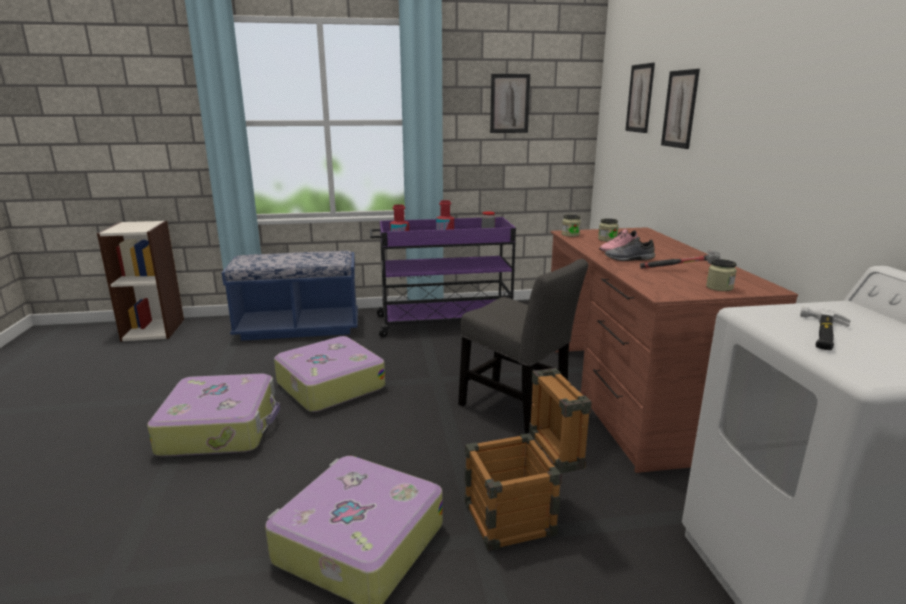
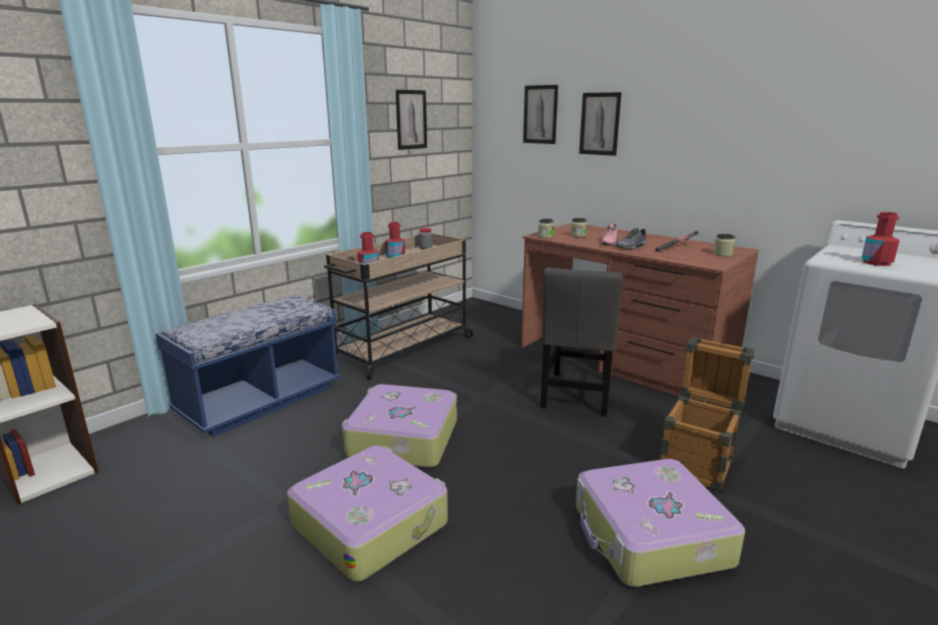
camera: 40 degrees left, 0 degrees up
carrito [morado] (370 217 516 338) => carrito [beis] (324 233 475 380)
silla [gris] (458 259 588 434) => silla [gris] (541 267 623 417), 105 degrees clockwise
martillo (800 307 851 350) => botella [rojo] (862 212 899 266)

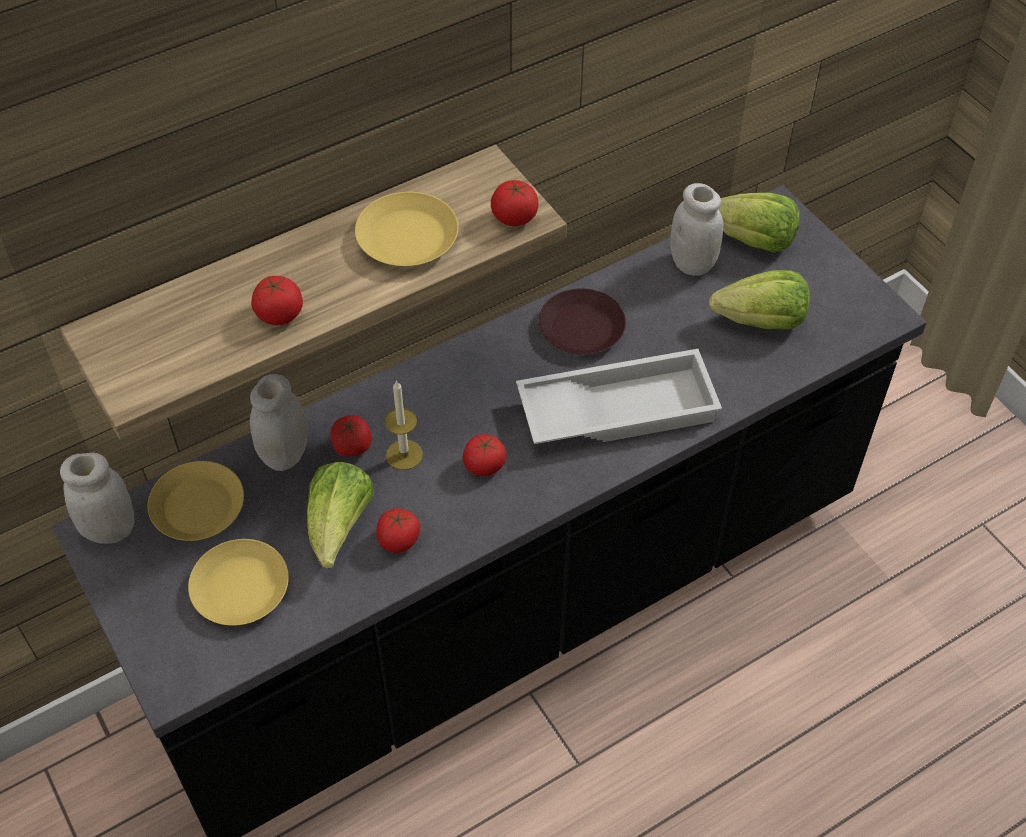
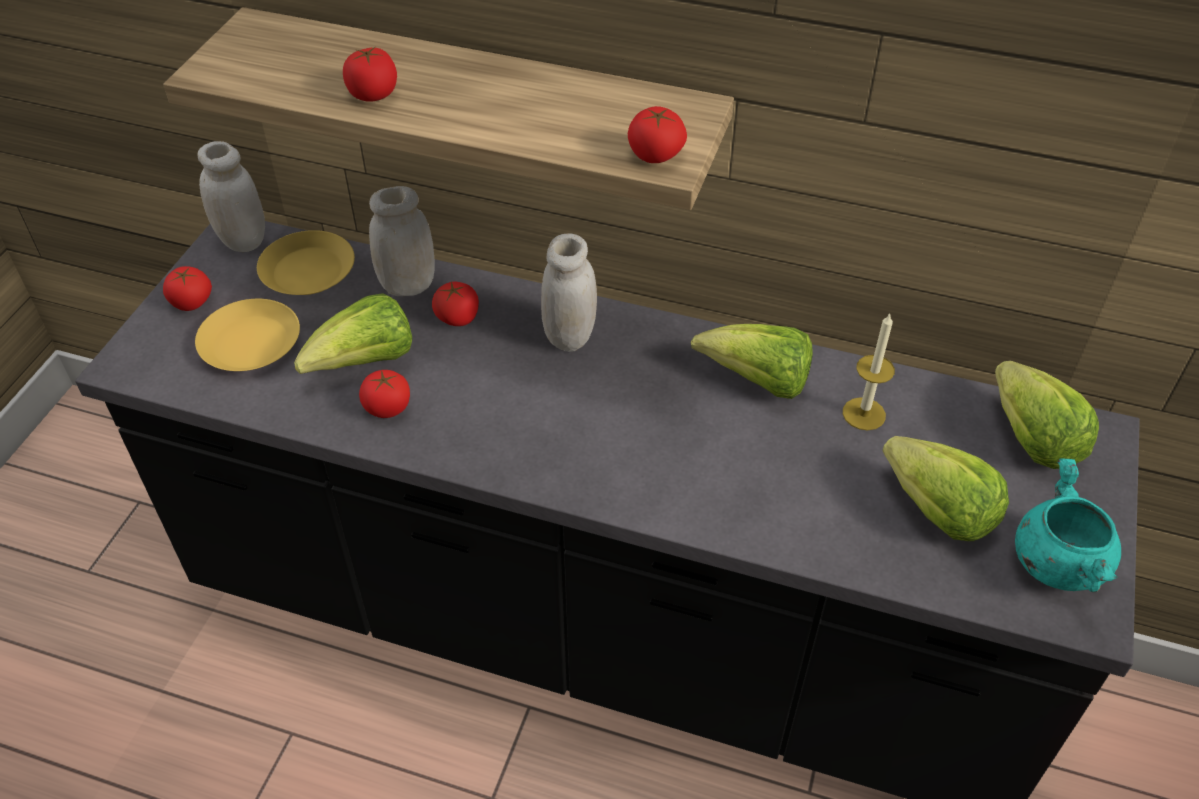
camera: 50 degrees right, 5 degrees down
tarro [blanco] (670 183 723 276) => tarro [blanco] (541 233 597 352), moved
plato [amarillo] (355 192 459 266) => nothing
plato [marrón] (539 288 626 354) => lechuga (691 324 813 399)
bandeja [blanco] (516 349 722 444) => nothing
vela (385 380 423 470) => vela (843 313 895 430), moved
tomate (463 434 506 476) => tomate (163 266 212 311), moved
nothing => olla [turquesa] (1015 459 1121 592)

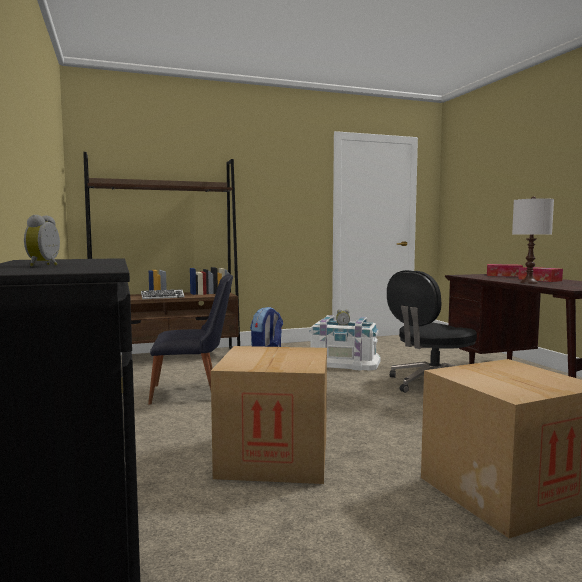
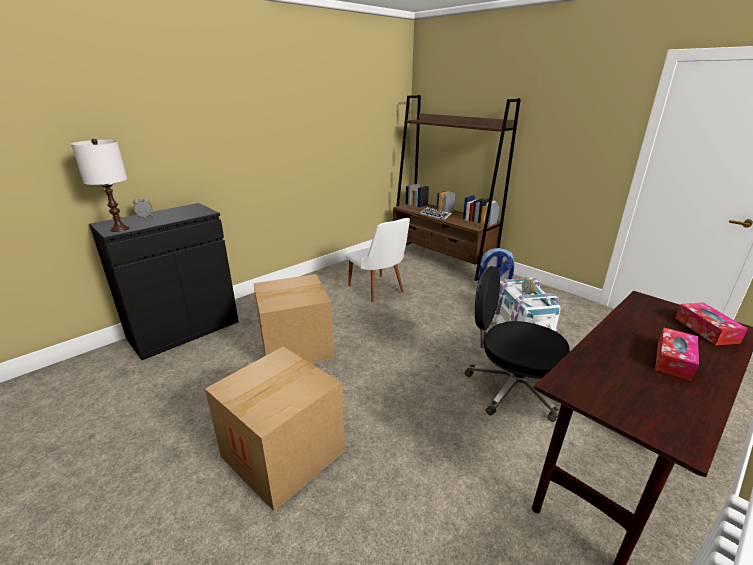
camera: 65 degrees right, 20 degrees up
lámpara de mesa [blanco] (512 196 554 284) => lámpara de mesa [blanco] (71 139 129 232), moved
silla [negro] (148 274 233 405) => silla [blanco] (345 218 410 302)

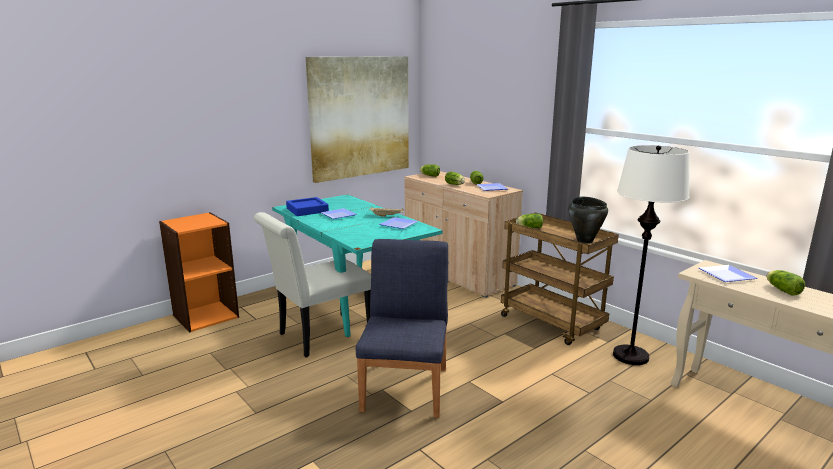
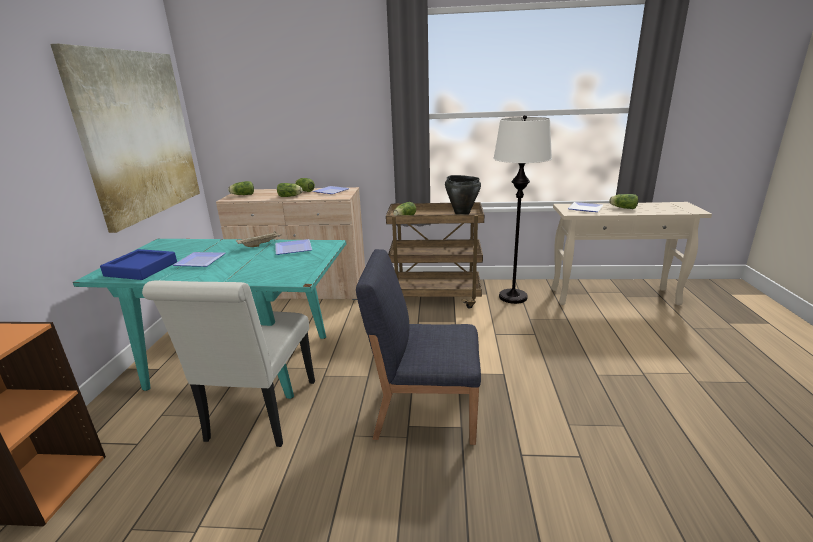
camera: 45 degrees left, 5 degrees up
silla [azul] (356 239 448 418) => silla [azul] (356 249 481 445), 45 degrees counterclockwise

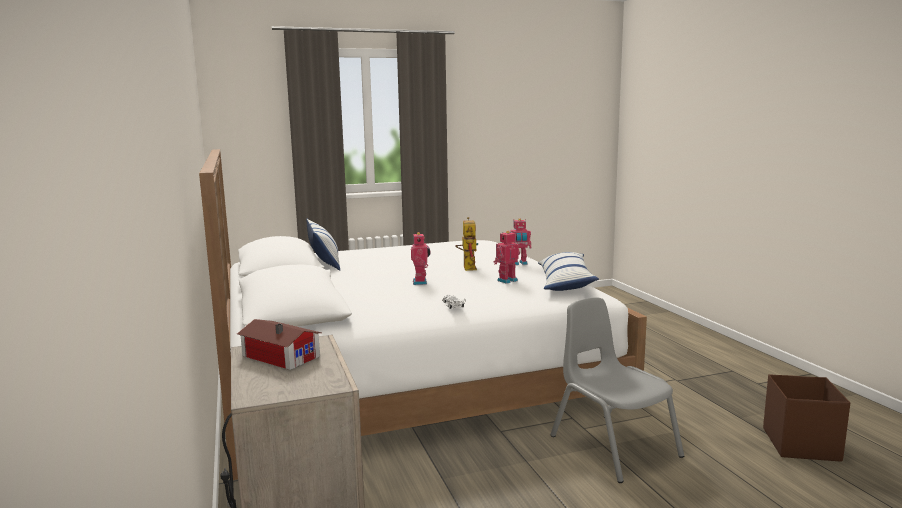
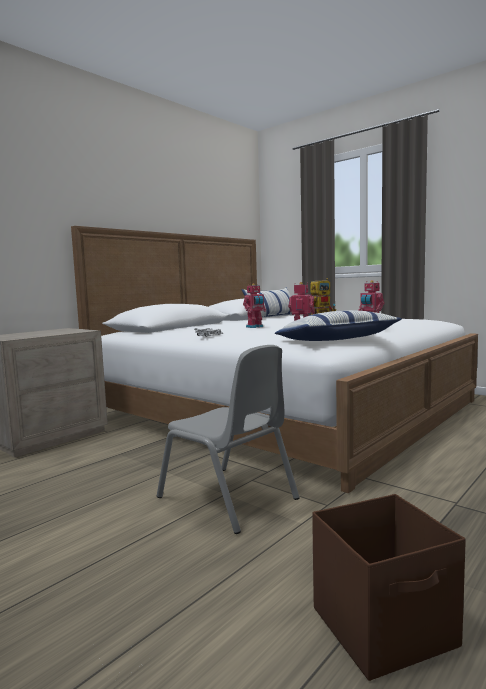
camera: 60 degrees right, 5 degrees down
silla [gris] (550 297 684 483) => silla [gris] (157 345 300 534), 105 degrees clockwise
casita (237 319 321 370) => nothing

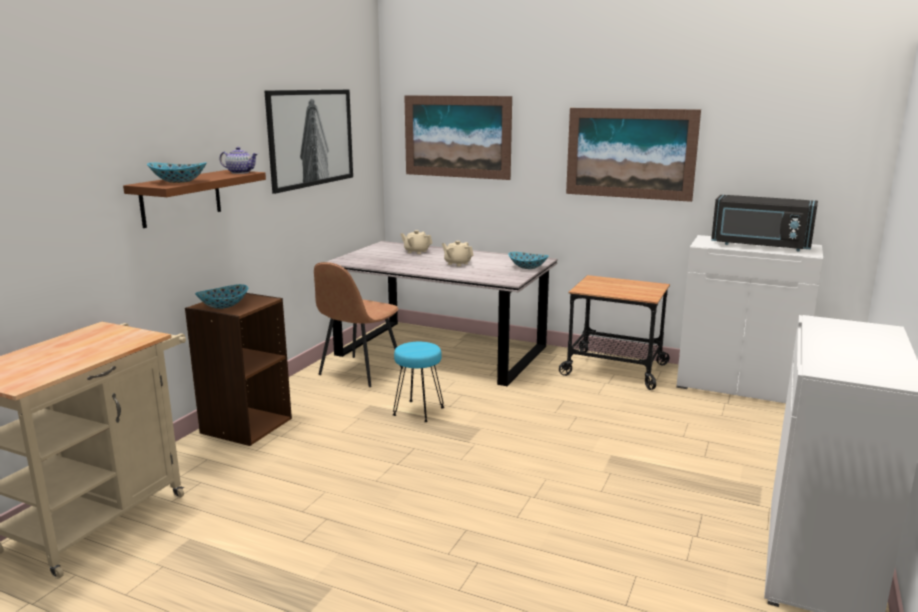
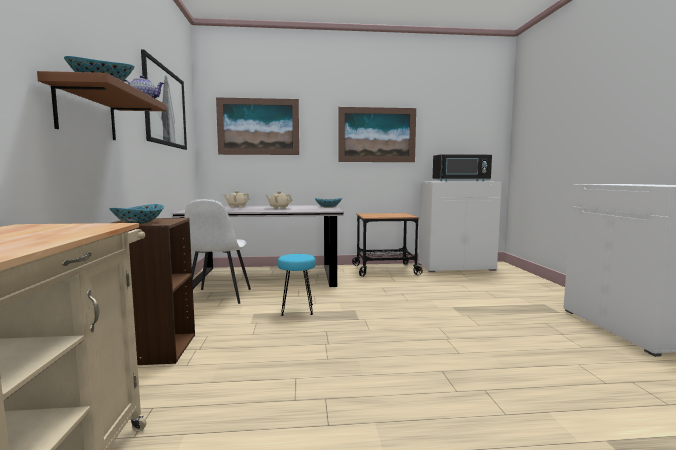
camera: 30 degrees left, 10 degrees down
silla [marrón] (314 262 403 387) => silla [blanco] (184 199 251 304)

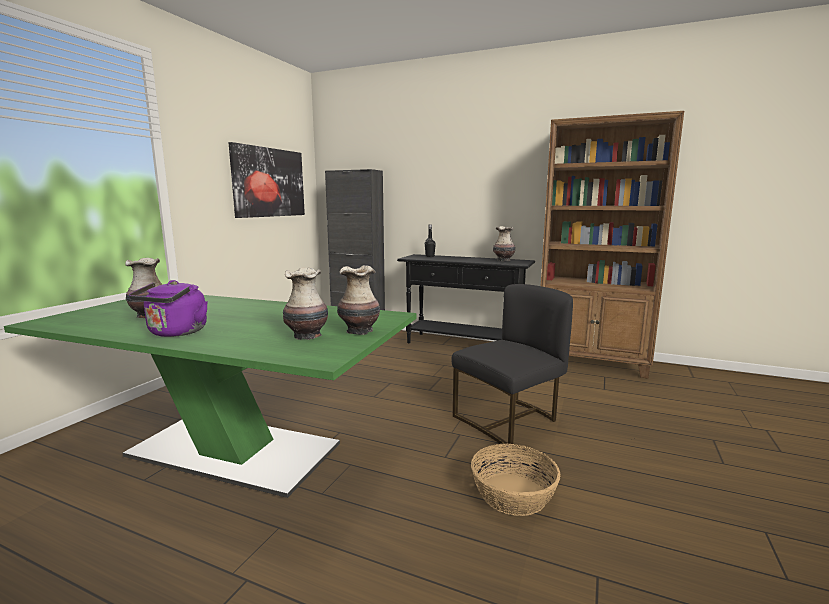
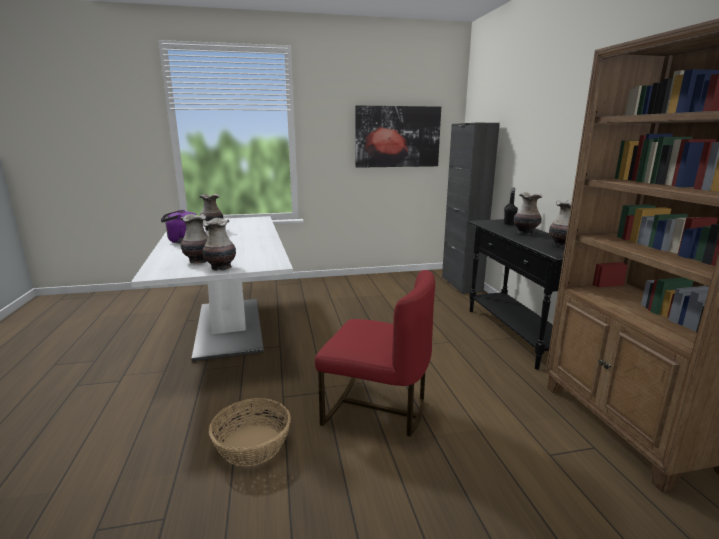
camera: 55 degrees right, 5 degrees up
silla [negro] (451 284 573 452) => silla [rojo] (315 270 435 436)
mesa de comedor [verde] (4 295 416 498) => mesa de comedor [blanco] (131 216 293 361)
nothing => florero (514 192 542 235)

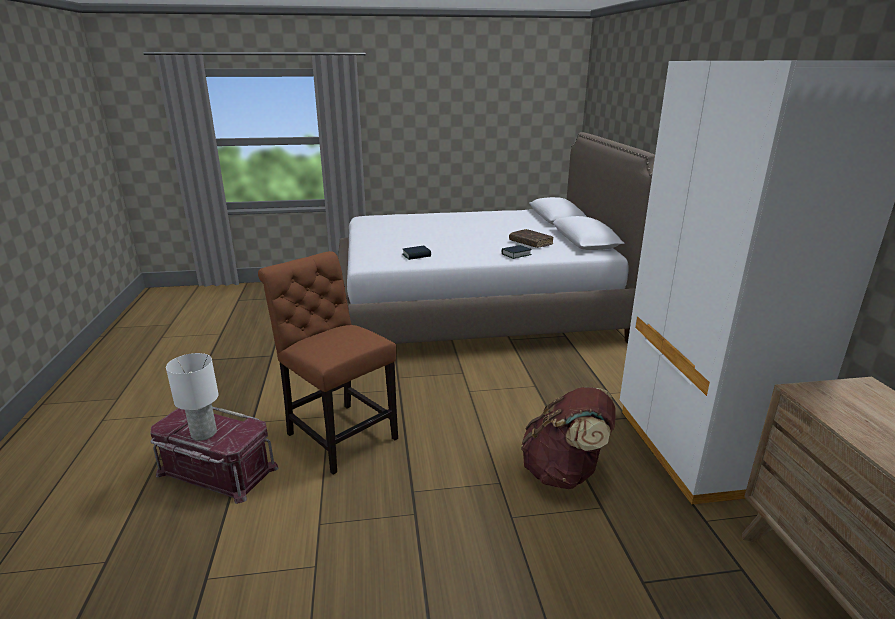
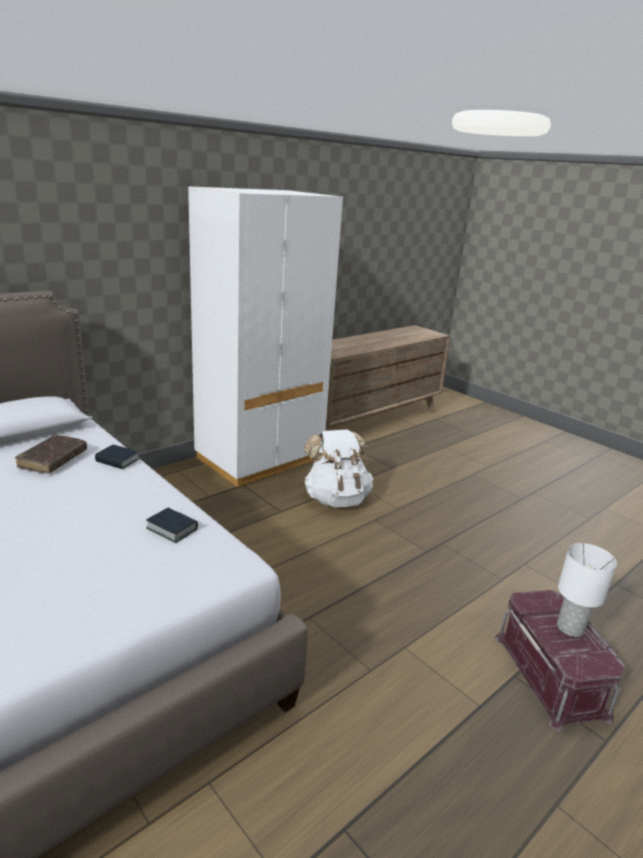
camera: 125 degrees left, 0 degrees up
silla [marrón] (258 251 398 475) => nothing
mochila [marrón] (521 387 616 489) => mochila [blanco] (304 429 373 507)

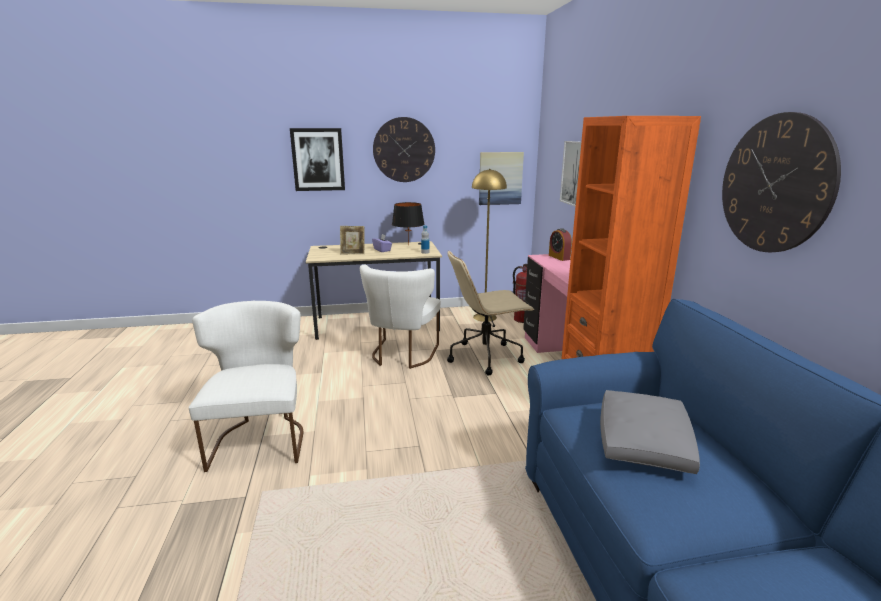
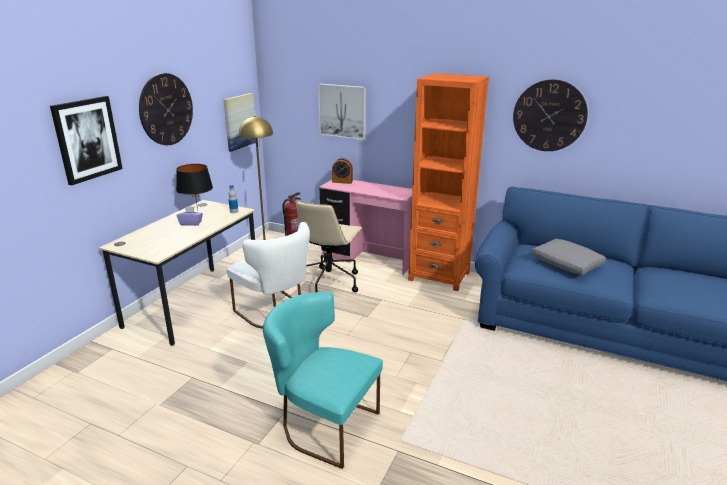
camera: 55 degrees left, 5 degrees up
portarretratos (340 226 365 255) => nothing
silla [blanco] (189 300 303 472) => silla [turquesa] (263 292 383 469)

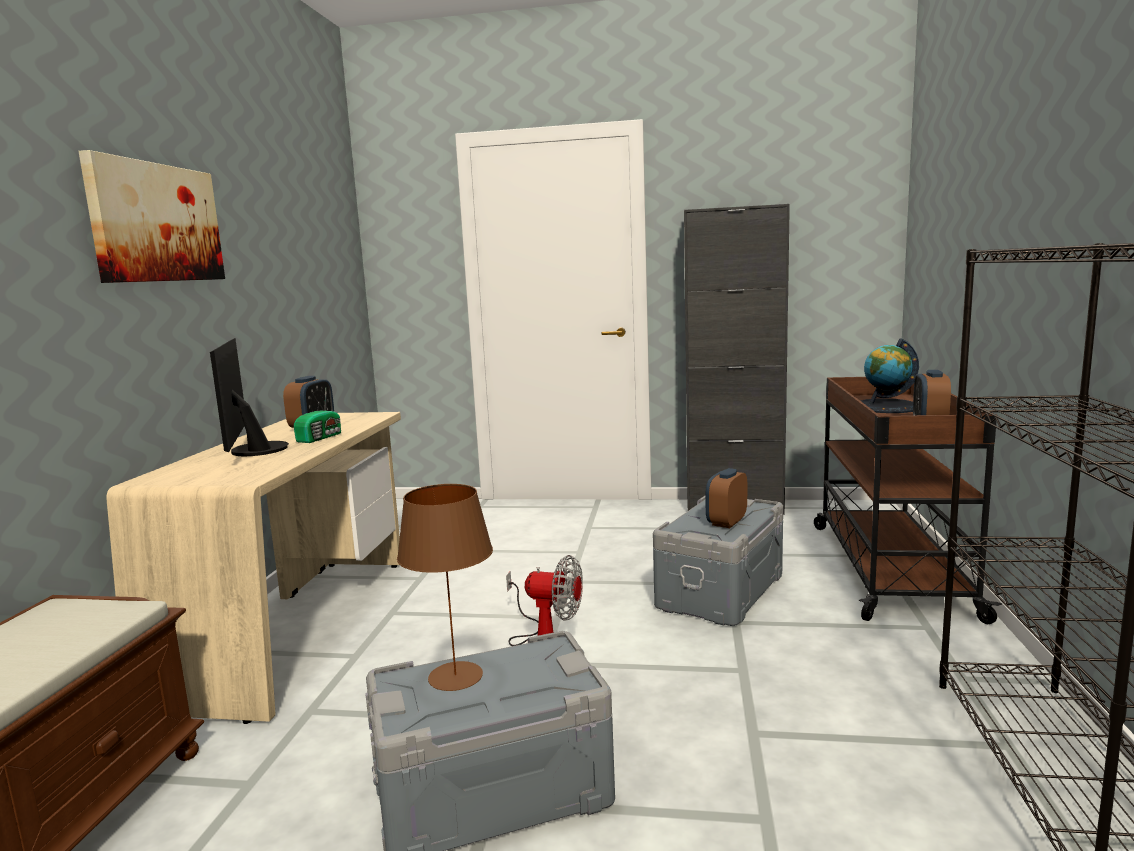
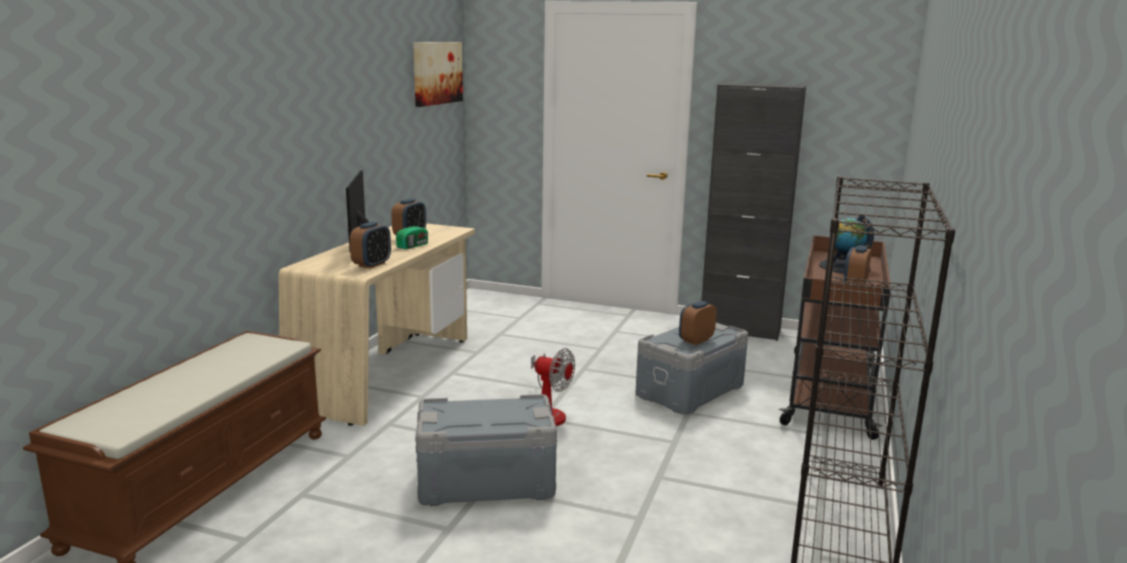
camera: 10 degrees right, 5 degrees up
cuadro (78 150 225 283) => cuadro (413 42 463 107), moved
lámpara de mesa [marrón] (397 484 493 691) => nothing
nothing => despertador (350 222 391 269)

